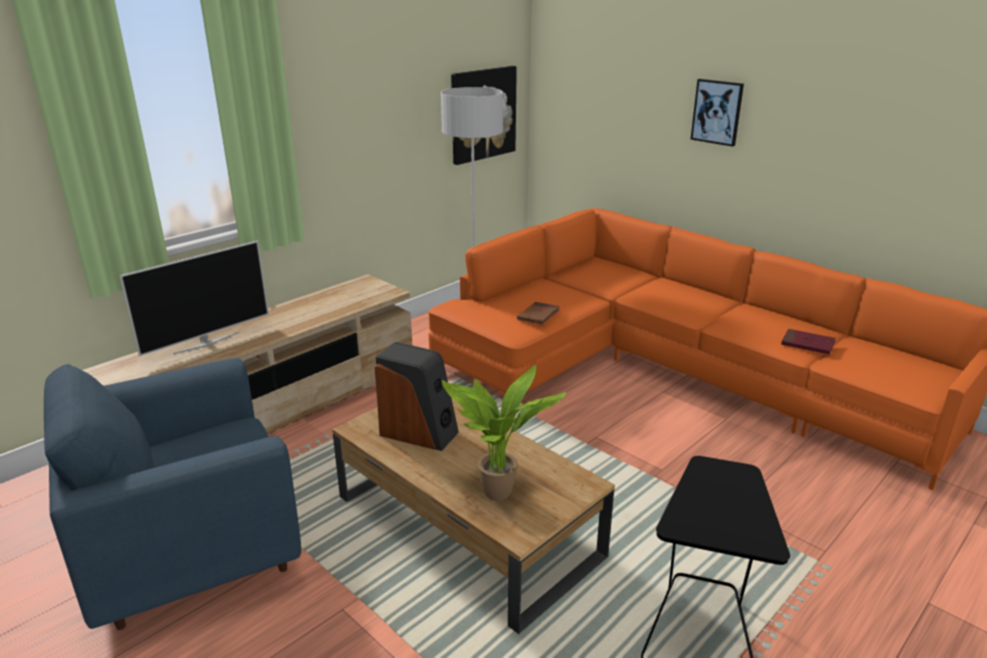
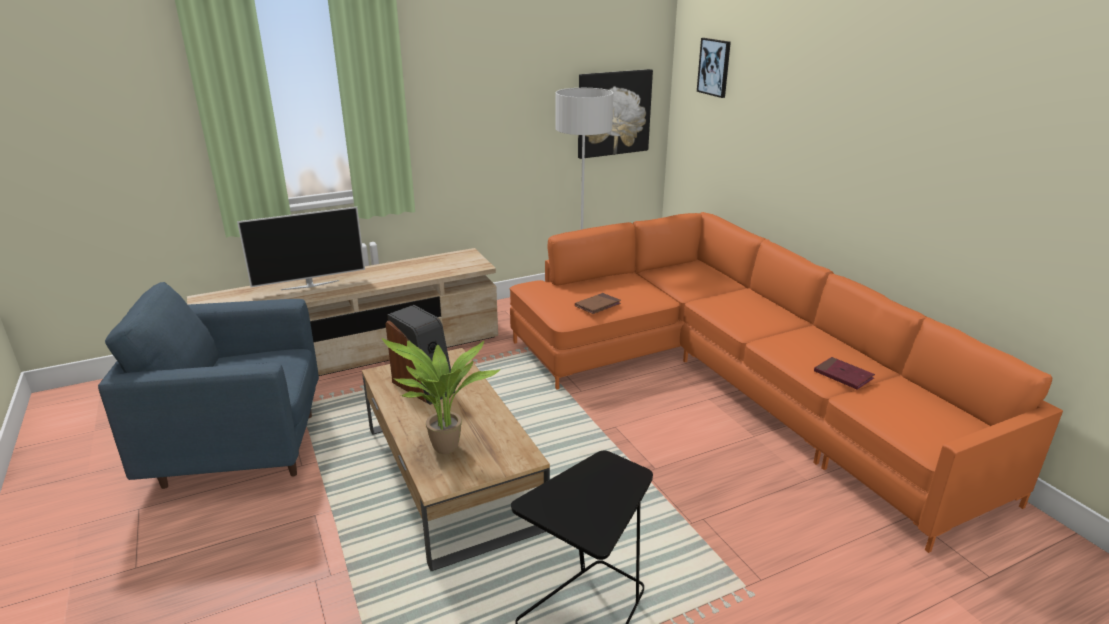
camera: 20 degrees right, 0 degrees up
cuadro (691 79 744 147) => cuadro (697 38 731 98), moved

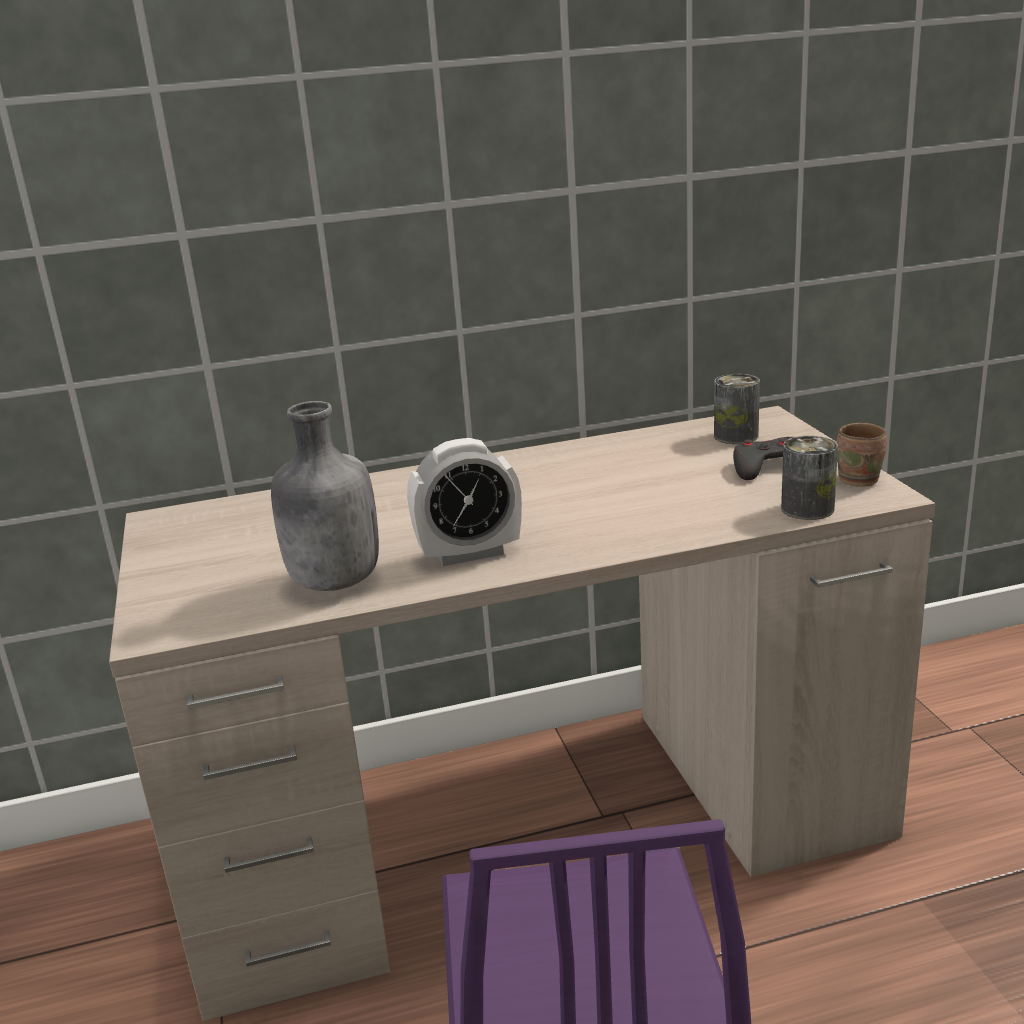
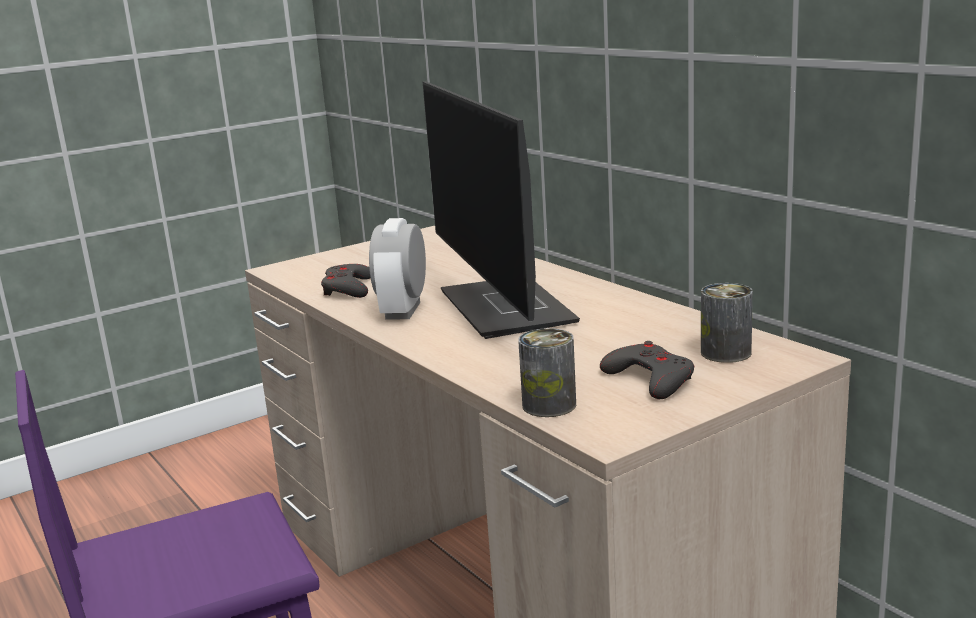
camera: 70 degrees right, 5 degrees down
botella [gris] (271 401 379 591) => mando de consola [gris] (321 264 370 298)
taza grande [marrón] (836 423 887 487) => nothing
despertador (407 438 522 566) => despertador (369 218 426 320), 45 degrees clockwise
nothing => monitor (423 81 580 339)

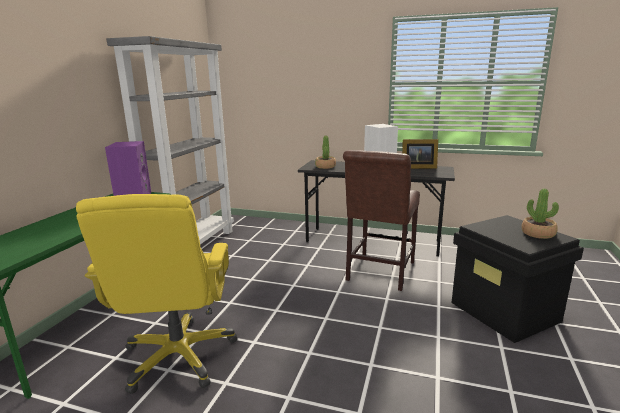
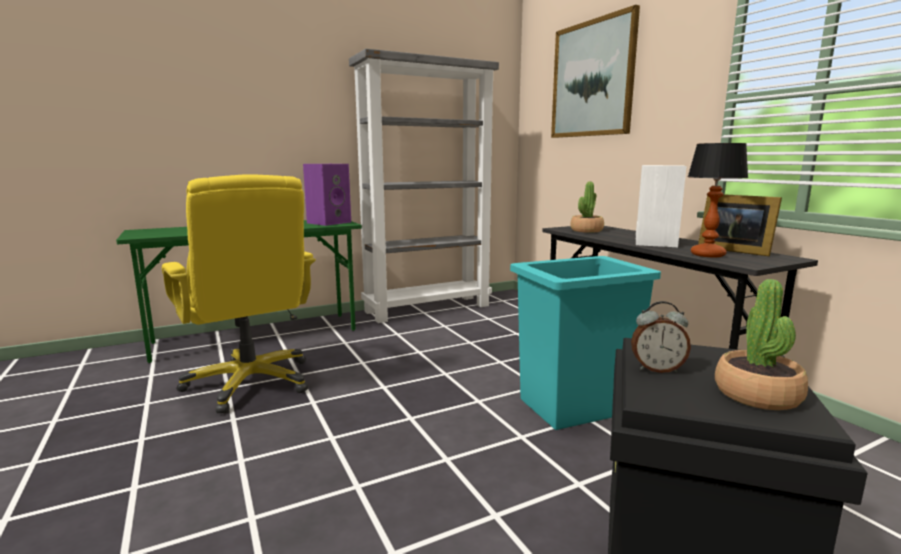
camera: 45 degrees right, 5 degrees down
silla [marrón] (343 150 420 291) => papelera [turquesa] (510 256 661 430)
silla de oficina [amarillo] (76 194 238 394) => silla de oficina [amarillo] (162 174 316 413), 75 degrees counterclockwise
nothing => cuadro (551 5 640 138)
nothing => lámpara de mesa (688 143 748 257)
nothing => despertador (631 301 691 373)

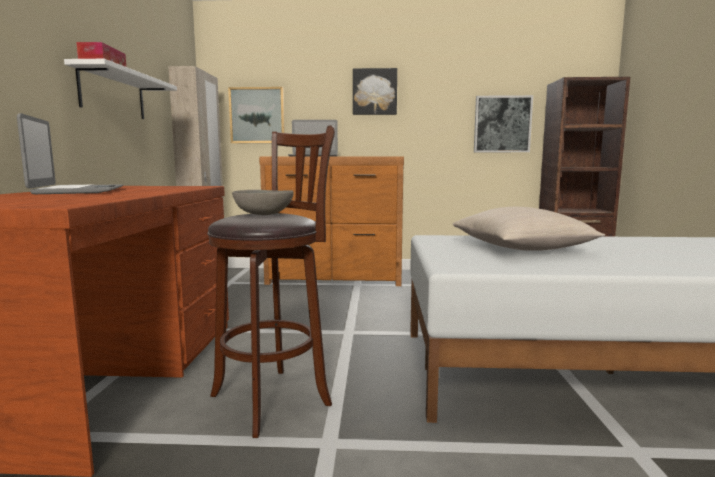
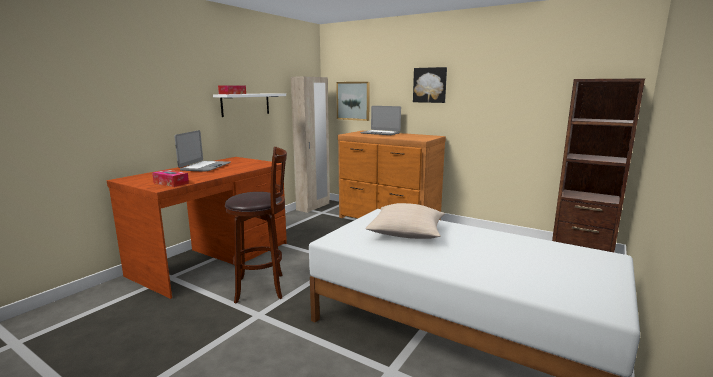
camera: 30 degrees right, 5 degrees up
cuadro (474 95 533 152) => nothing
cuenco [gris] (232 190 293 215) => nothing
nothing => caja de pañuelos (152 170 189 187)

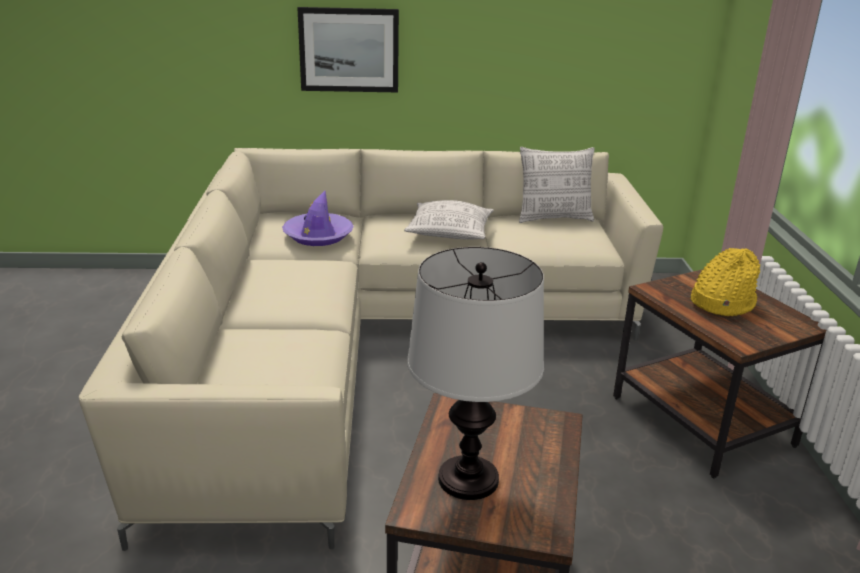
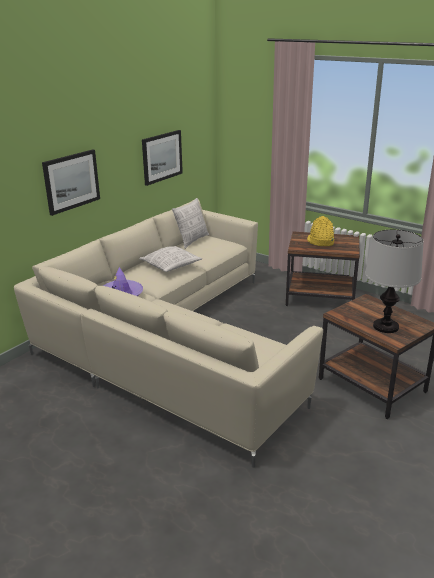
camera: 50 degrees left, 0 degrees up
nothing => cuadro (142 130 183 186)

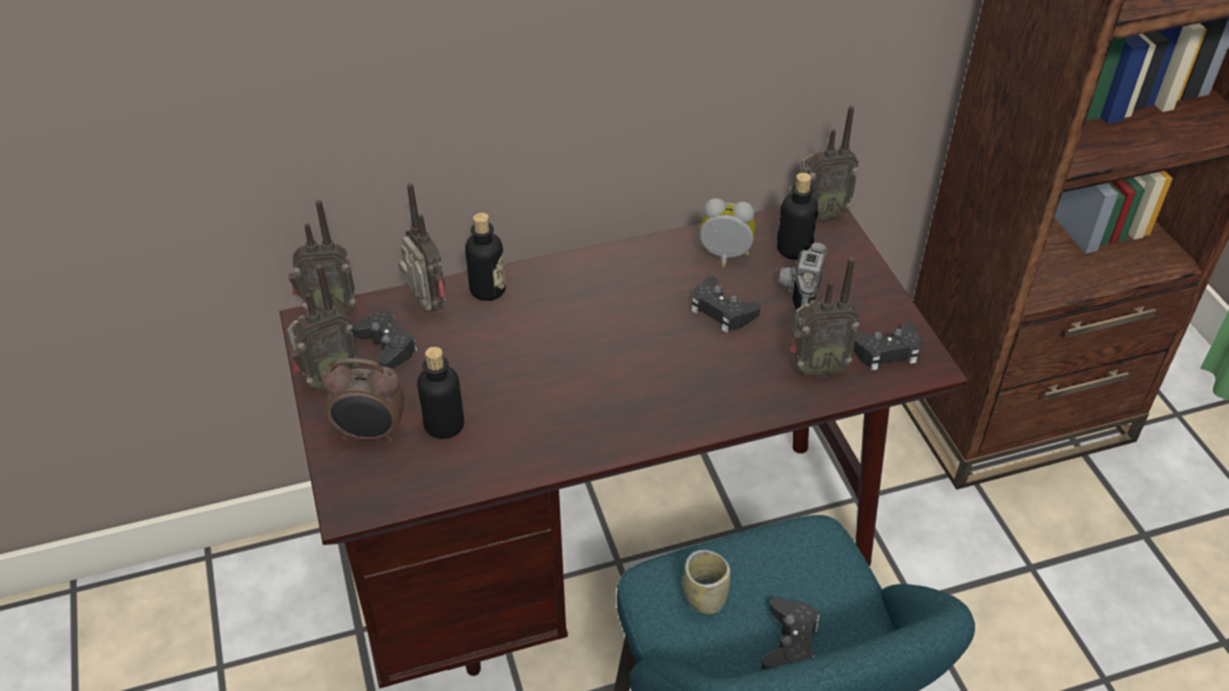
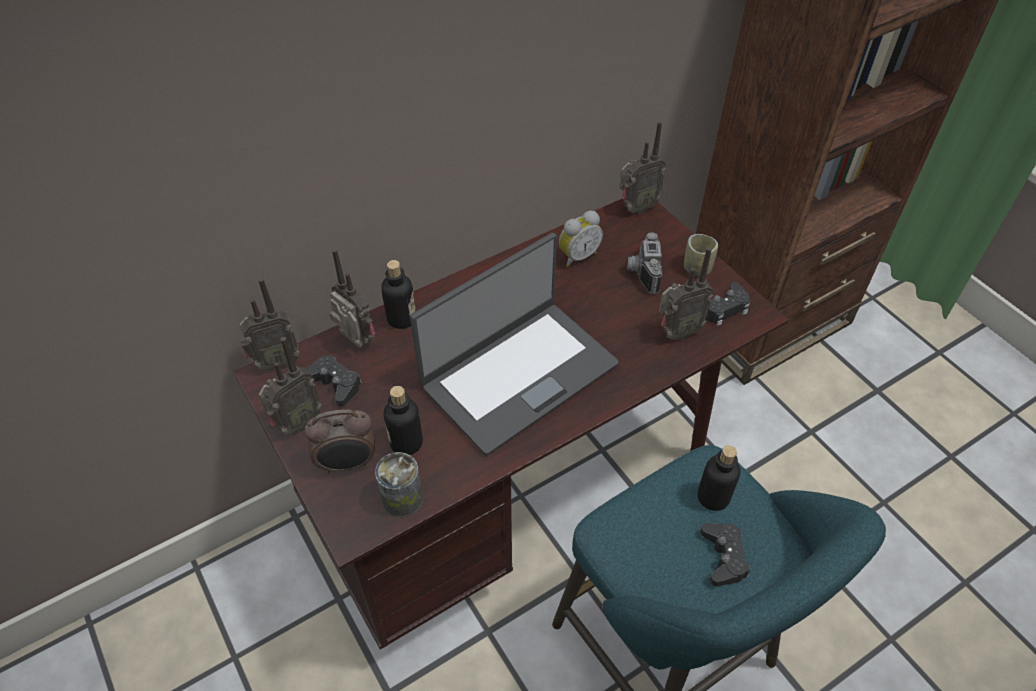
camera: 15 degrees left, 5 degrees up
botella (777 173 818 260) => botella (698 445 741 511), moved
despertador (700 198 756 267) => despertador (559 211 603 267), 150 degrees clockwise
mando de consola [negro] (691 276 761 333) => nothing
taza (683 550 731 614) => taza (684 234 718 276), moved
nothing => portátil (410 233 619 456)
nothing => lata (375 452 423 517)

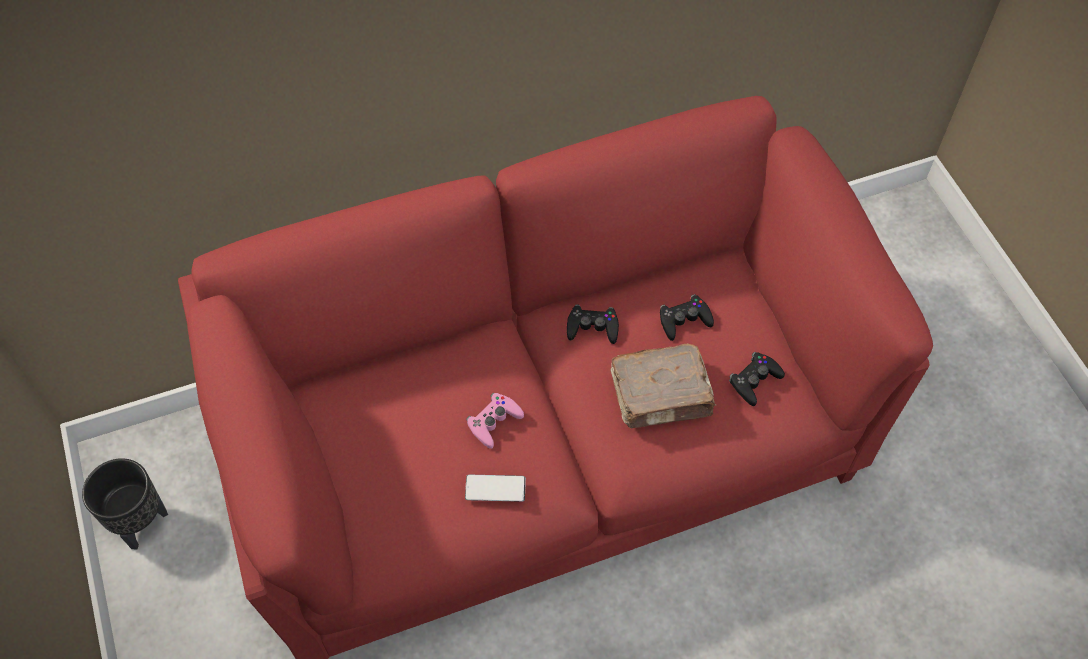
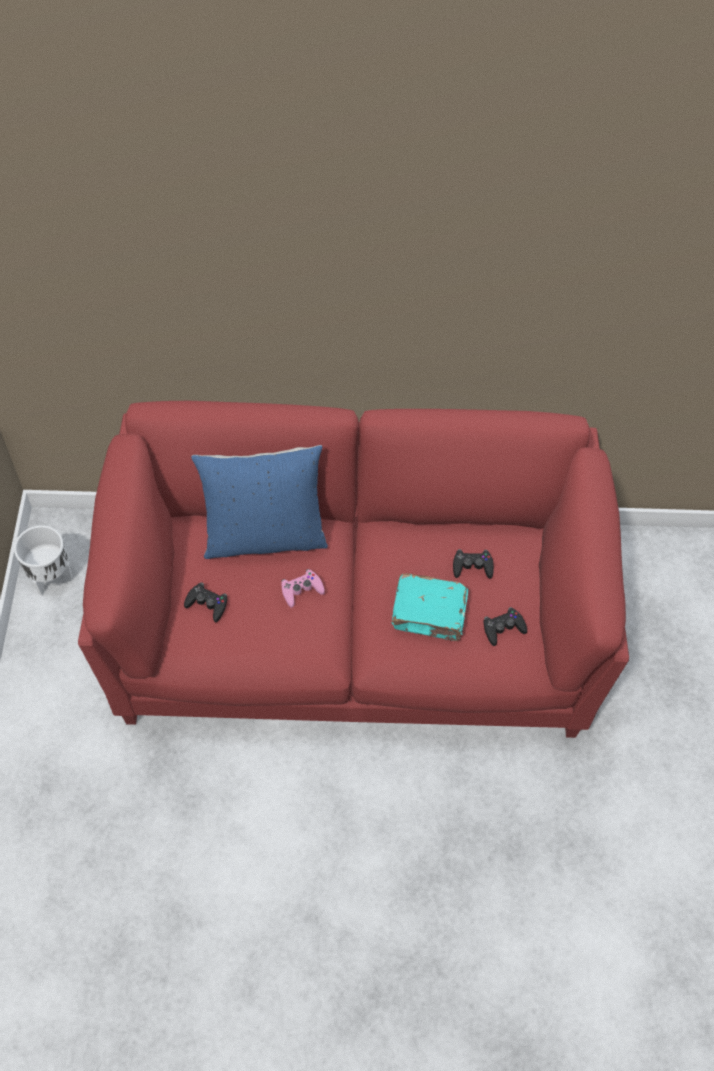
camera: 20 degrees right, 0 degrees up
mando de consola [negro] (567 304 619 344) => mando de consola [negro] (184 582 228 622), moved
libro [marrón] (611 344 717 428) => libro [turquesa] (391 573 468 642)
maceta [negro] (82 458 168 550) => maceta [blanco] (14 525 72 595)
móvil (465 474 526 502) => nothing
nothing => cojín [azul] (191 445 328 559)

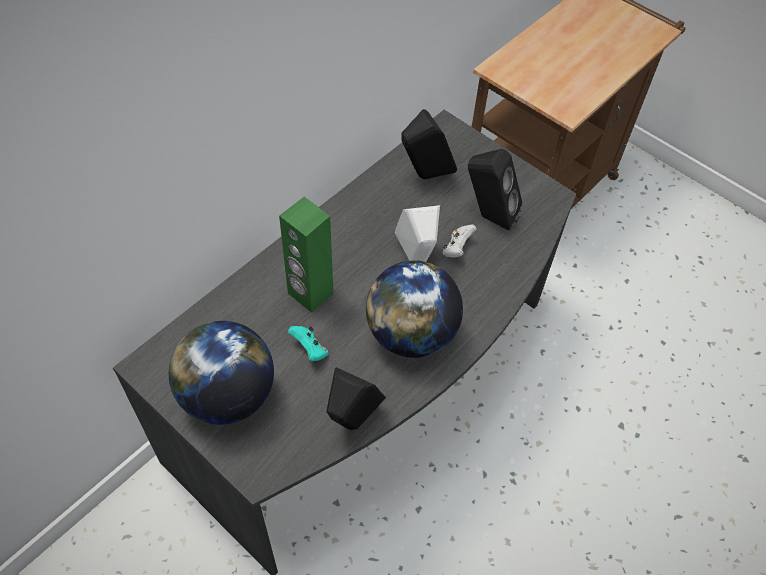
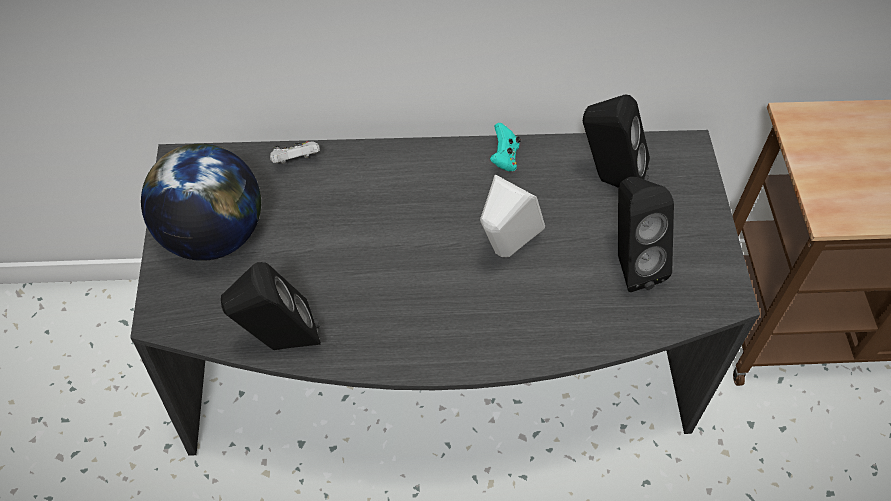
camera: 45 degrees right, 0 degrees up
altavoz [verde] (279 197 333 313) => nothing
mando de consola [blanco] (443 224 477 258) => mando de consola [blanco] (270 141 320 164), moved
globo terráqueo (366 260 463 358) => nothing
mando de consola [turquesa] (288 326 328 361) => mando de consola [turquesa] (490 123 521 171), moved

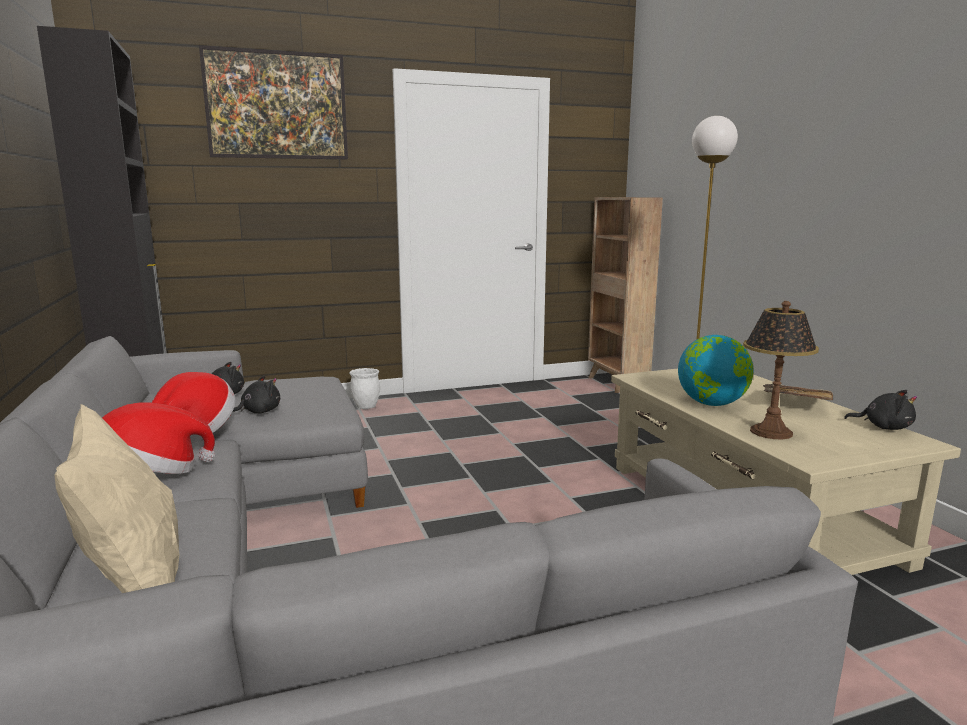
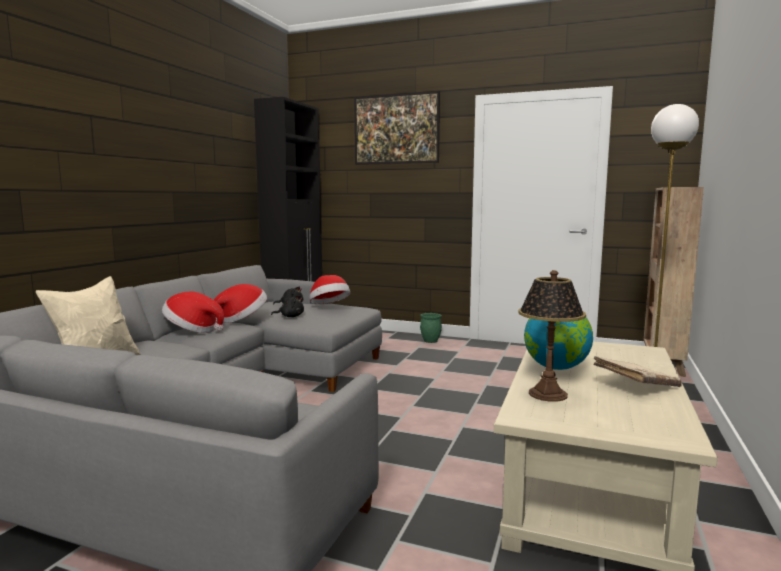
camera: 40 degrees right, 5 degrees down
maceta [blanco] (349 368 380 409) => maceta [verde] (420 313 442 343)
peluche [negro] (844 390 917 430) => nothing
nothing => sombrero (309 275 350 304)

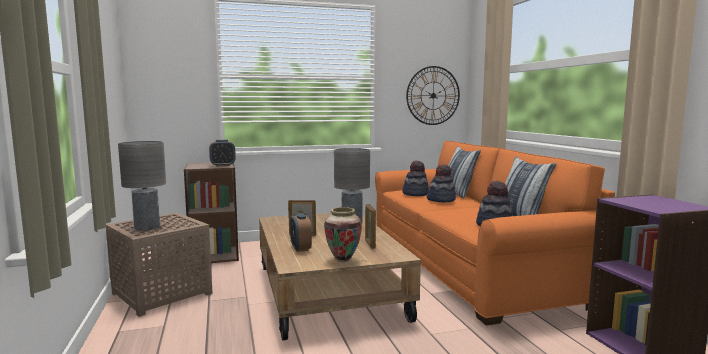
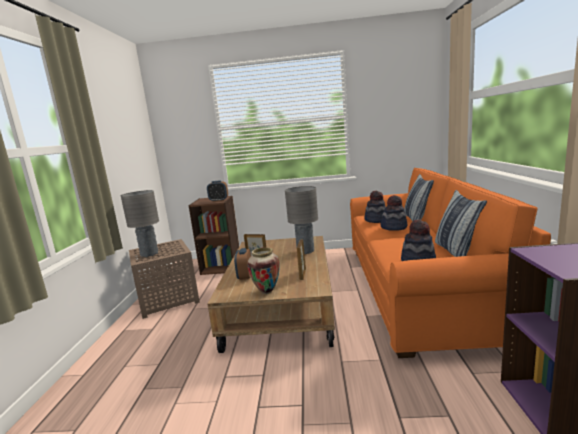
camera: 20 degrees right, 5 degrees up
reloj de pared (406 66 460 125) => nothing

